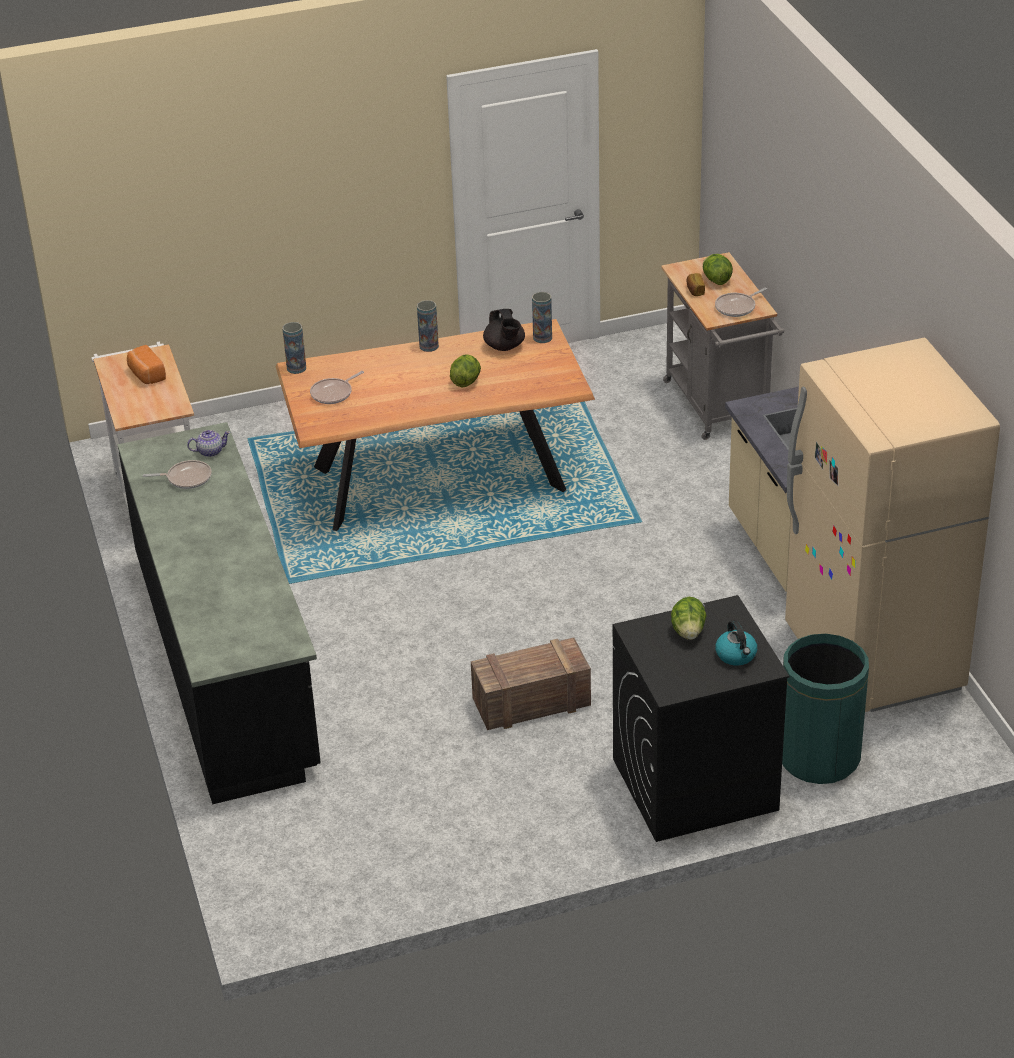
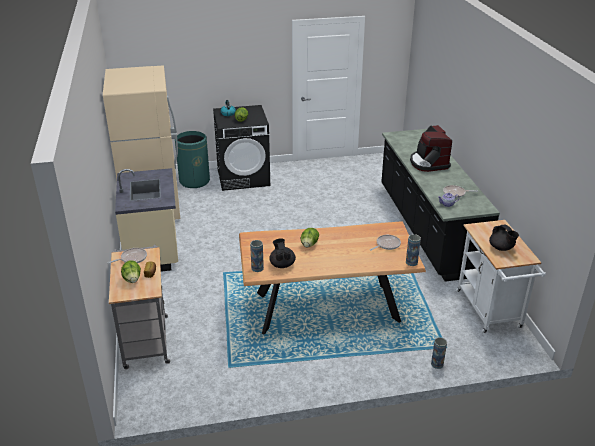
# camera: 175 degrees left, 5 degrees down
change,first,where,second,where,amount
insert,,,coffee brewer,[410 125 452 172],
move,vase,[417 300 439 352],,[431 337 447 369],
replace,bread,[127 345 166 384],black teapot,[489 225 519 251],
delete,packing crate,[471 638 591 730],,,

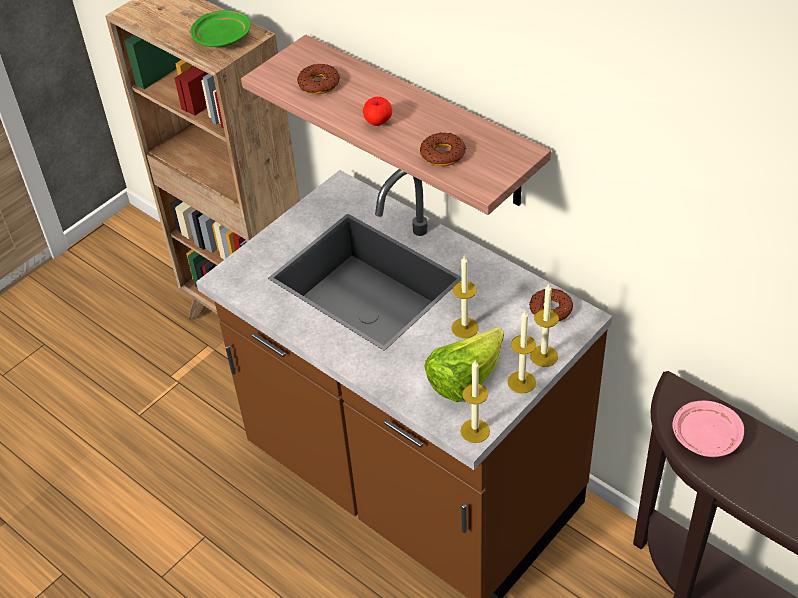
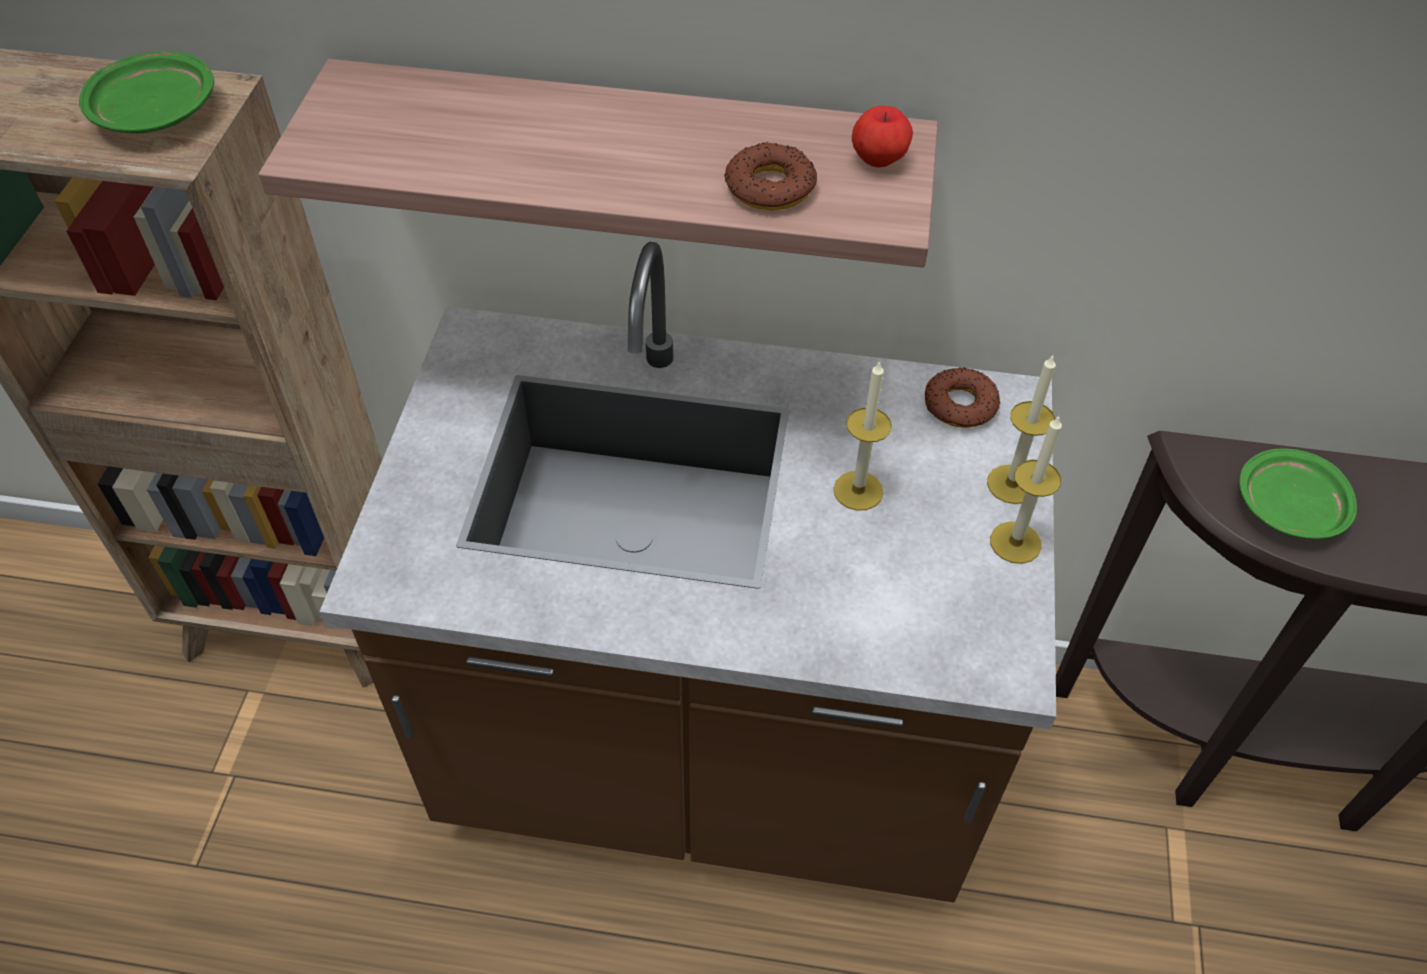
# camera: 35 degrees left, 5 degrees up
change,first,where,second,where,amount
move,apple fruit,[363 97 392 126],,[852 106 913 168],
recolor,pink-coloured flat dish,[672 401 744 457],green flat dish,[1239 449 1357 539],
delete,donut,[297 64 340 94],,,
delete,head of lettuce,[425 327 504 402],,,
delete,wax candle,[460 361 490 443],,,

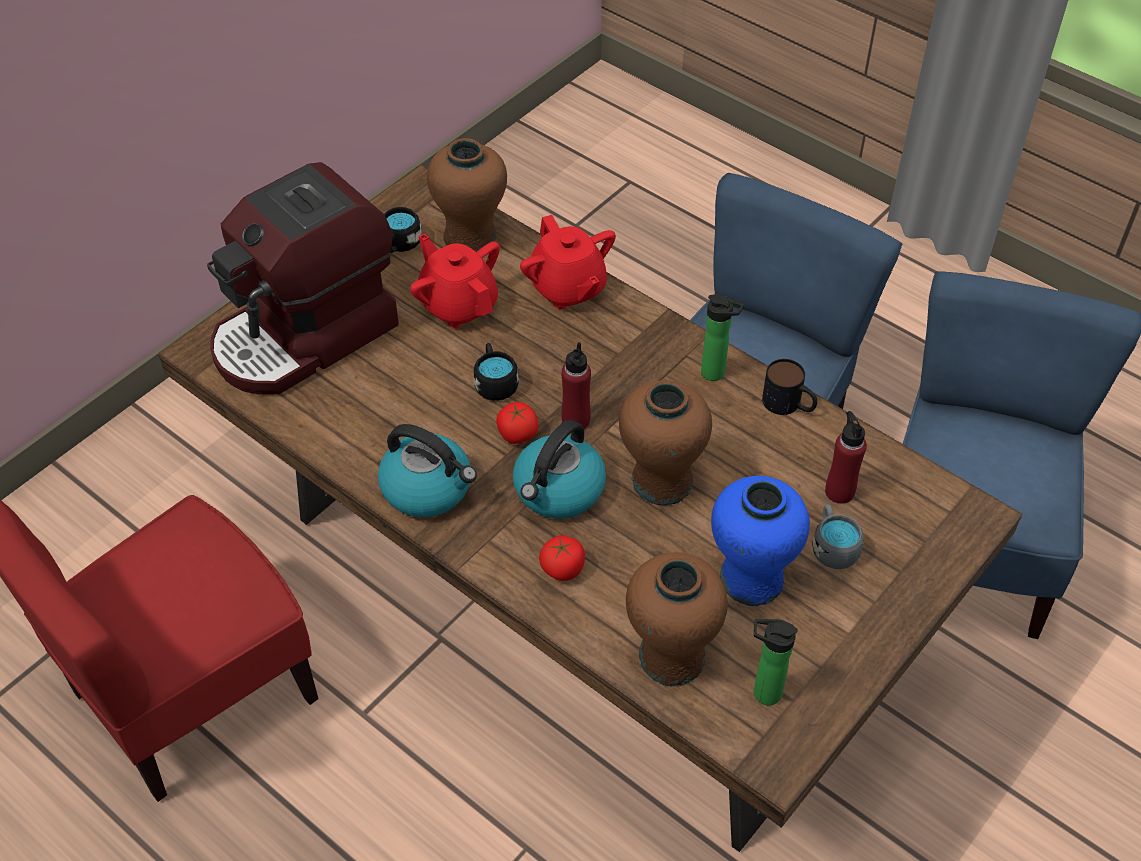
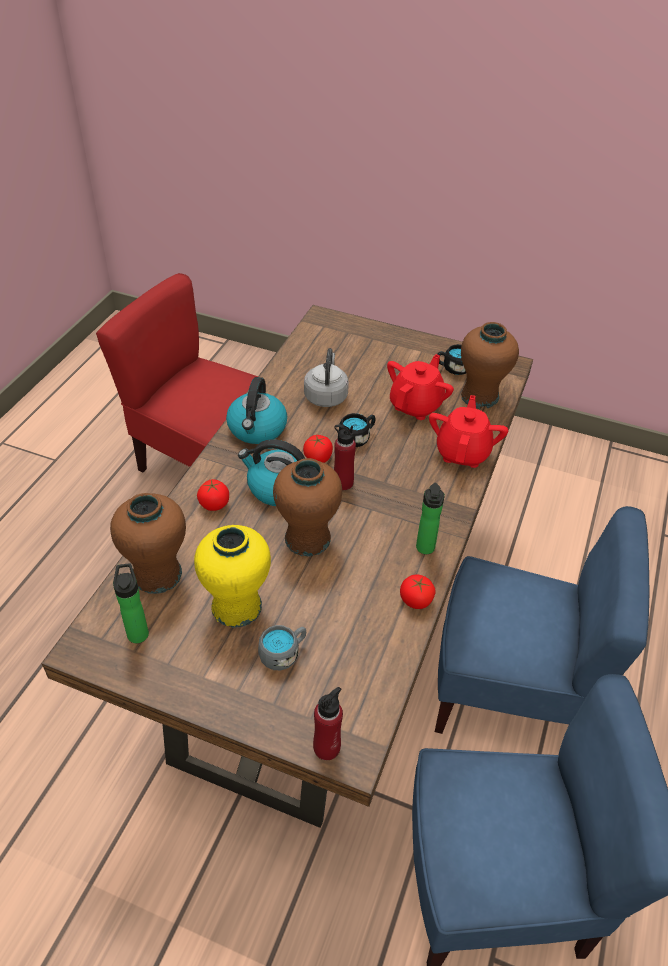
# camera: 70 degrees right, 5 degrees down
change,first,where,second,where,amount
recolor,blue vase,[711 476 810 606],yellowish vase,[194 525 271 628],
insert,,,grey kettle,[304 348 349 407],
move,reddish bottle,[825 411 867 504],,[313 687 343 760],
replace,coffee mug,[762 359 817 415],whole tomato,[400 574 436 609],
rotate,reddish teapot,[520 215 616 309],,[429 395 508 468],150 degrees clockwise
delete,coffee brewer,[207 162 399 395],,,

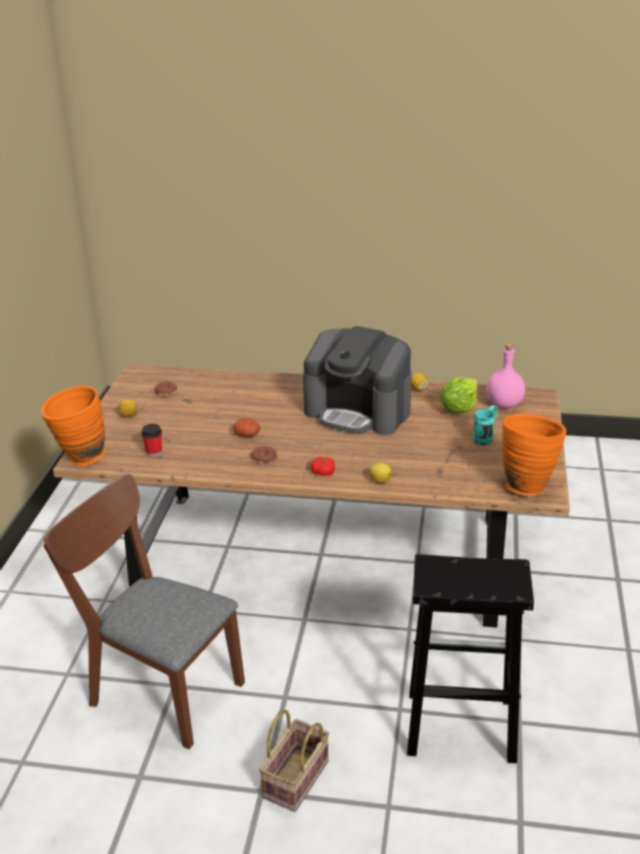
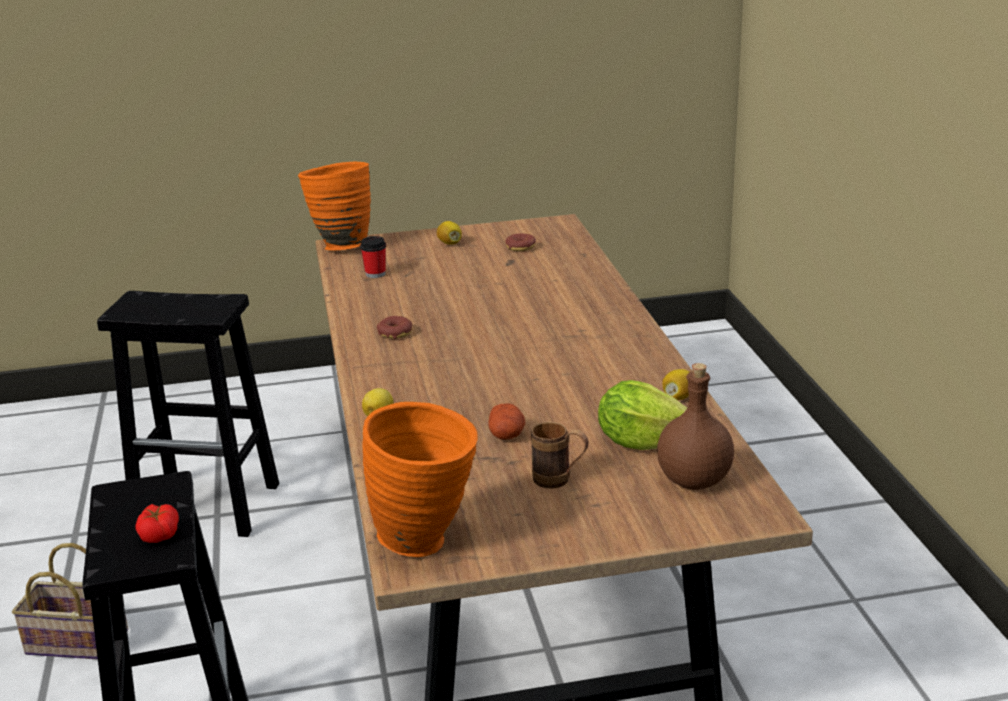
# camera: 70 degrees right, 5 degrees down
change,first,where,second,where,amount
replace,brownish upright chair,[43 474 245 749],black sitting stool,[97 291 279 537],
move,whole tomato,[311 456 335 476],,[136 504 179 543],
move,spud,[234 418 260 437],,[489 403 525 440],
recolor,turquoise-coloured coffee mug,[473 405 498 445],brownish coffee mug,[531 422 588 489],
recolor,pink-coloured bottle,[486 344 525 408],brownish bottle,[657 363 734 490],
delete,coffee brewer,[303 326 412 435],,,

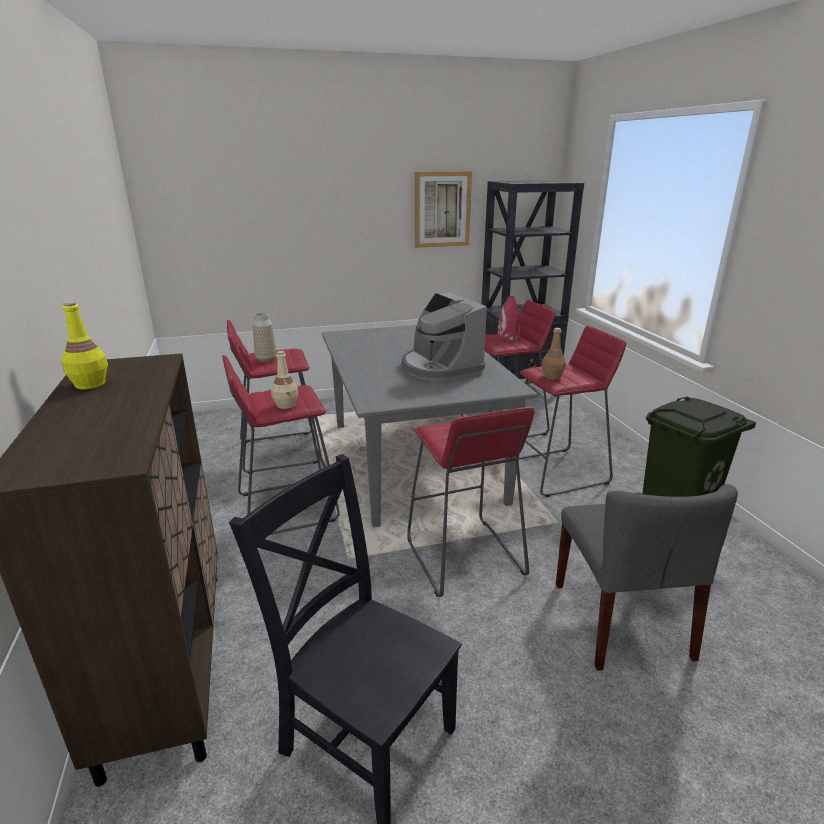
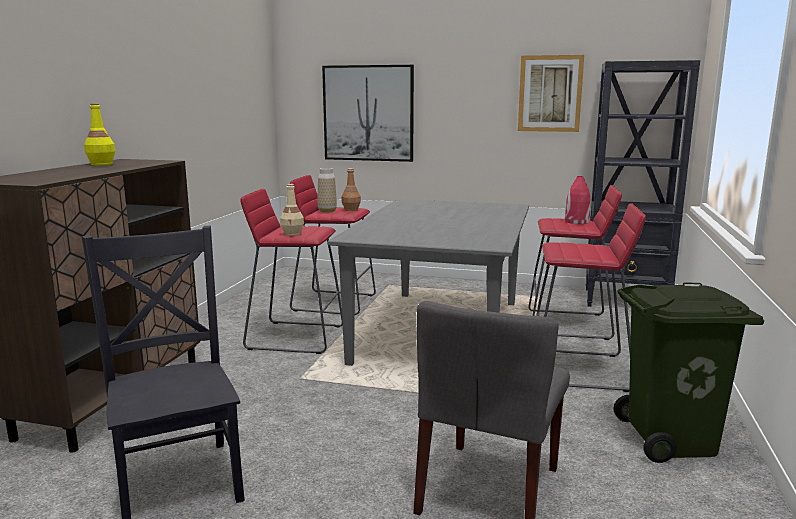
# camera: 30 degrees right, 10 degrees down
change,first,where,second,where,amount
insert,,,picture,[322 65 414 162],
move,brownish bottle,[542 328 566 379],,[341 168 361 211],
delete,coffee brewer,[402 293 487 381],,,
delete,reddish sitting stool,[407 407 534 597],,,

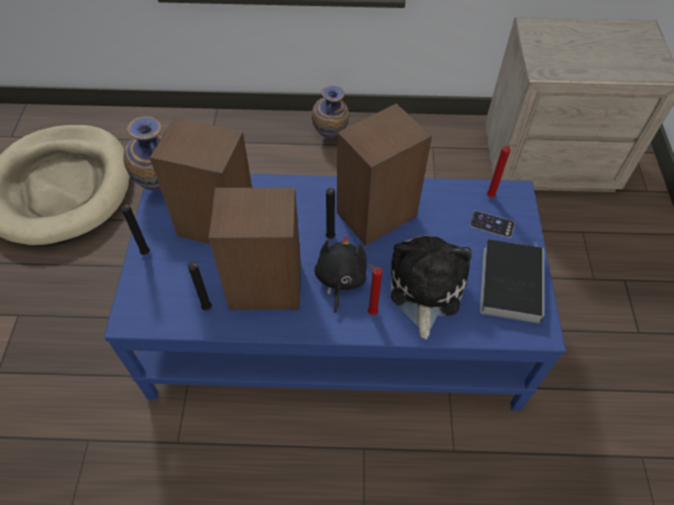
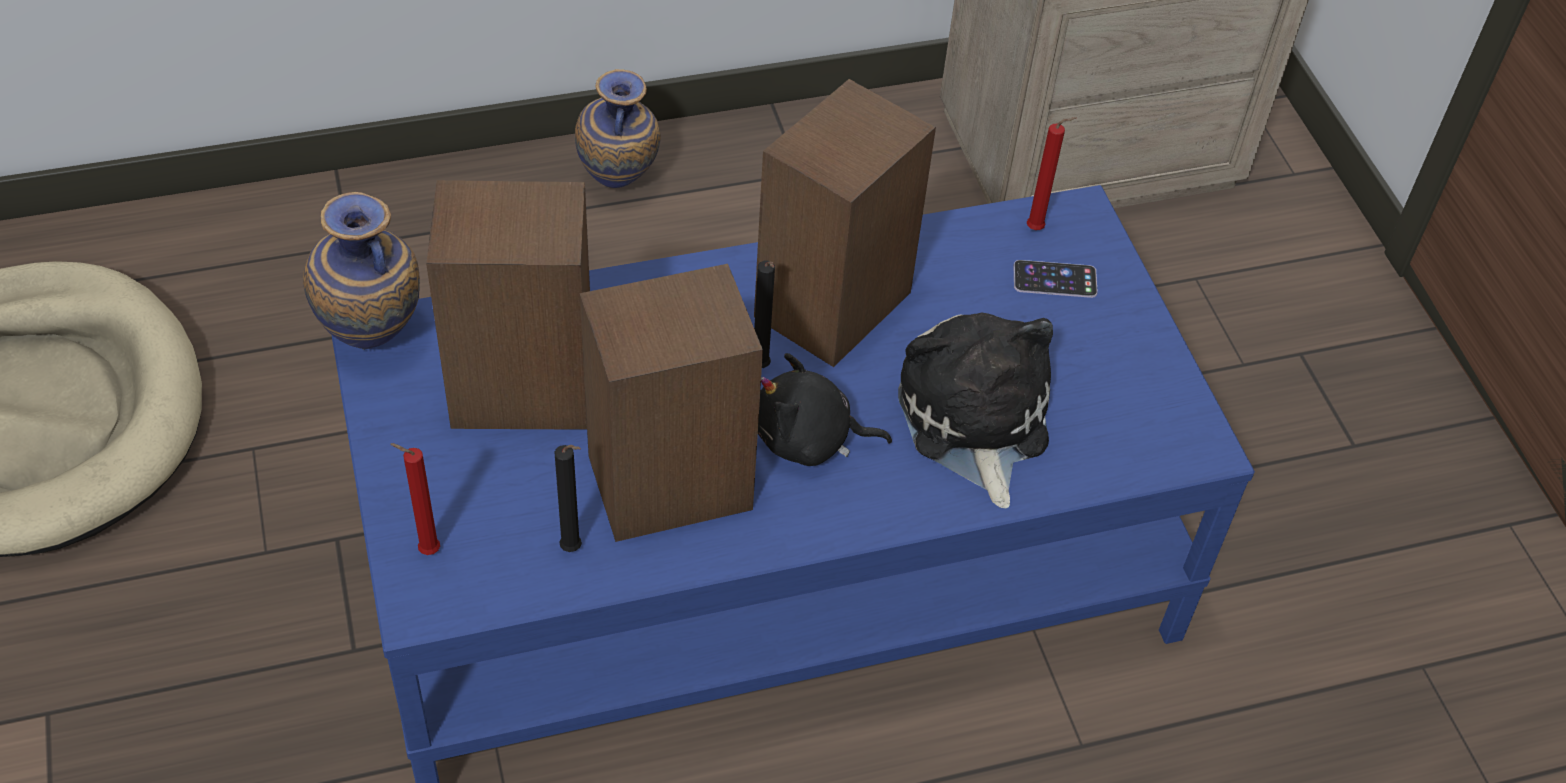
# camera: 20 degrees left, 5 degrees down
change,first,where,second,where,amount
move,reddish wax candle,[368 264 382 315],,[391 443 440 555],
rotate,black soft toy,[314 235 367 313],,[758 353 892 466],75 degrees counterclockwise
delete,black wax candle,[121 204 150 255],,,
delete,book,[480 239 544 324],,,

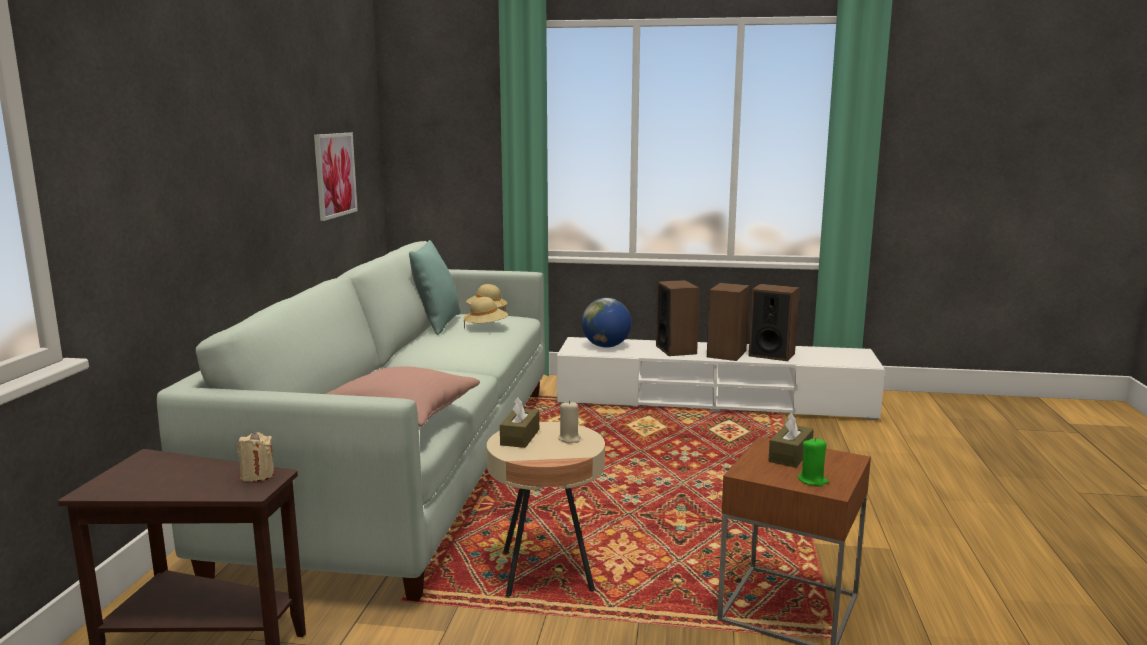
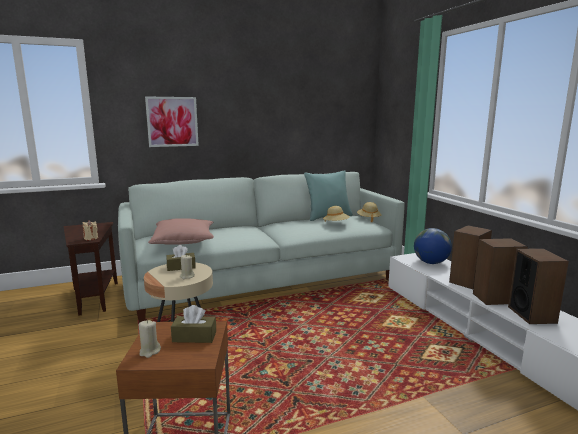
# camera: 60 degrees right, 0 degrees up
change,first,where,second,where,amount
recolor,green wax candle,[798 438 829 486],sand-coloured wax candle,[139 320 161 358],
move,picture,[314 133 358 221],,[145 96 199 147],

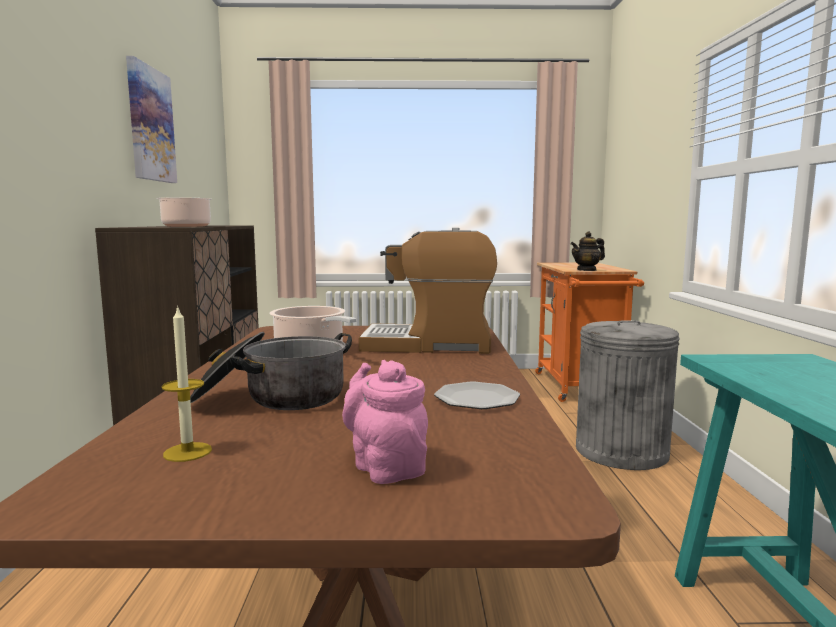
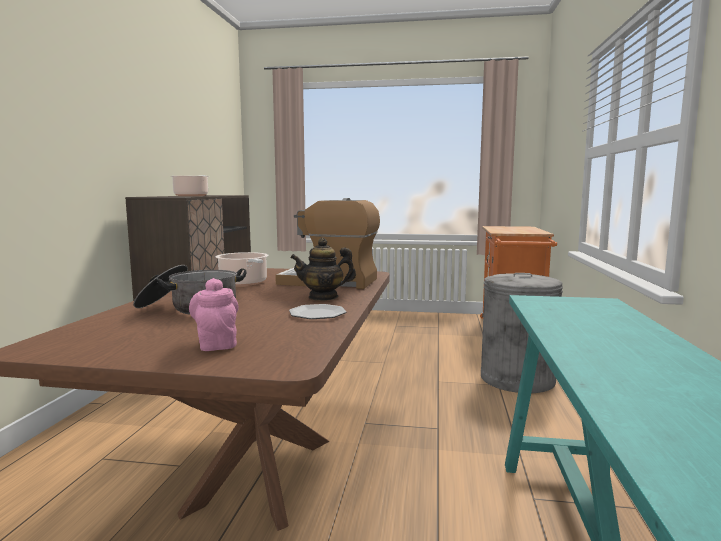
# camera: 10 degrees right, 0 degrees up
change,first,where,second,where,amount
move,teapot,[570 232 605 271],,[290 238 356 301],
delete,picture,[126 56 177 183],,,
delete,wax candle,[162 305 212 462],,,

